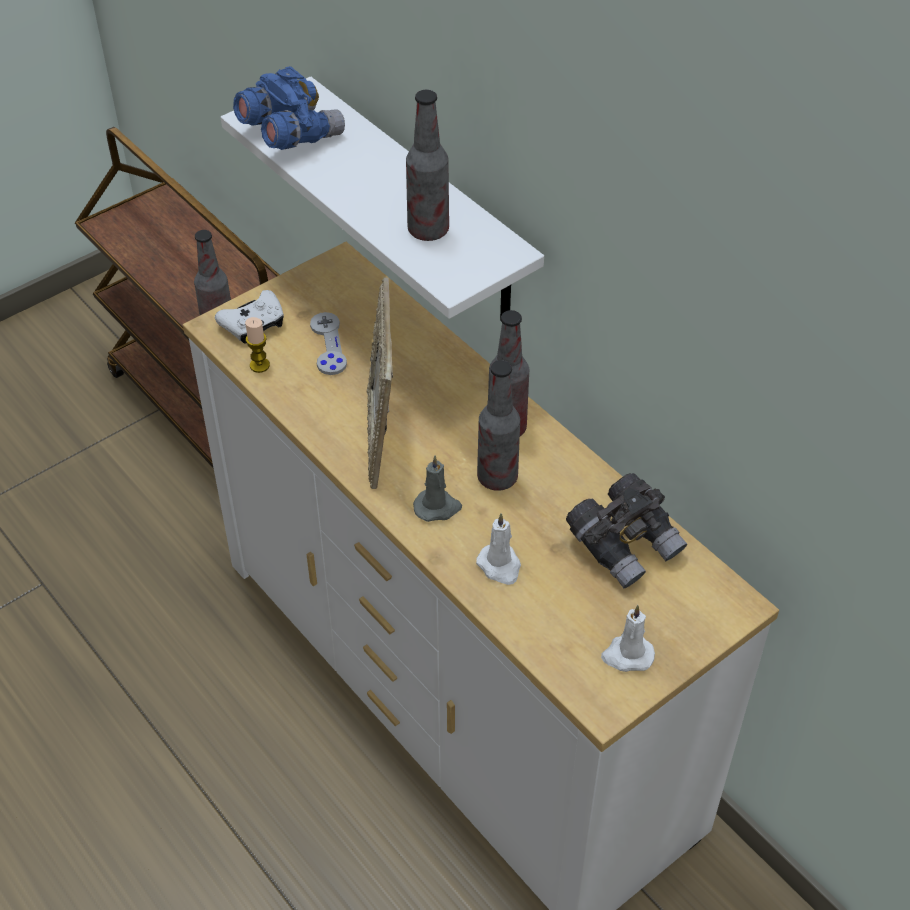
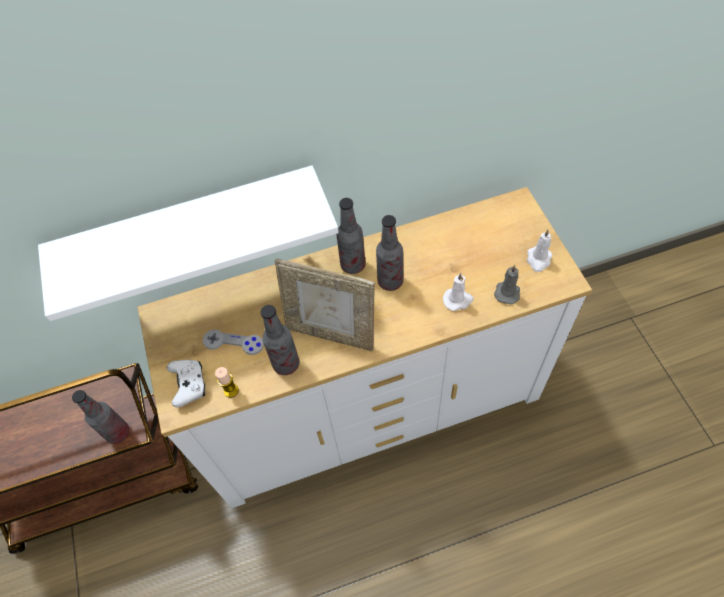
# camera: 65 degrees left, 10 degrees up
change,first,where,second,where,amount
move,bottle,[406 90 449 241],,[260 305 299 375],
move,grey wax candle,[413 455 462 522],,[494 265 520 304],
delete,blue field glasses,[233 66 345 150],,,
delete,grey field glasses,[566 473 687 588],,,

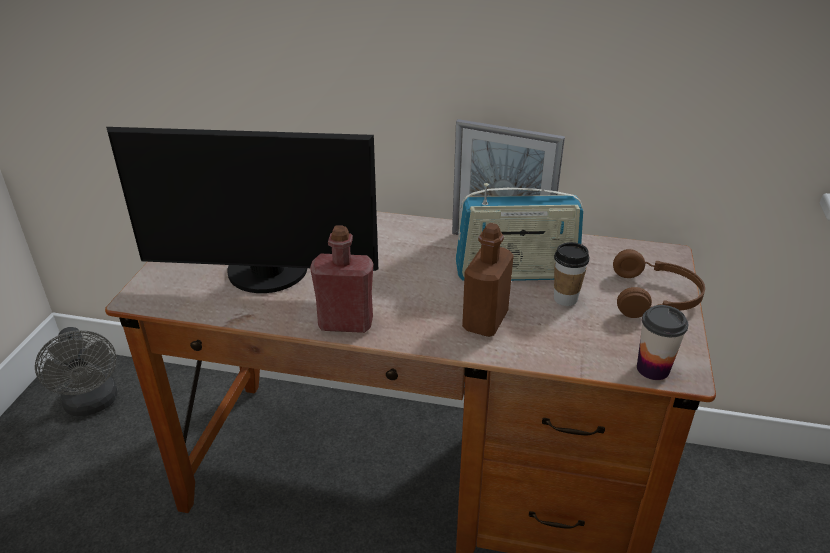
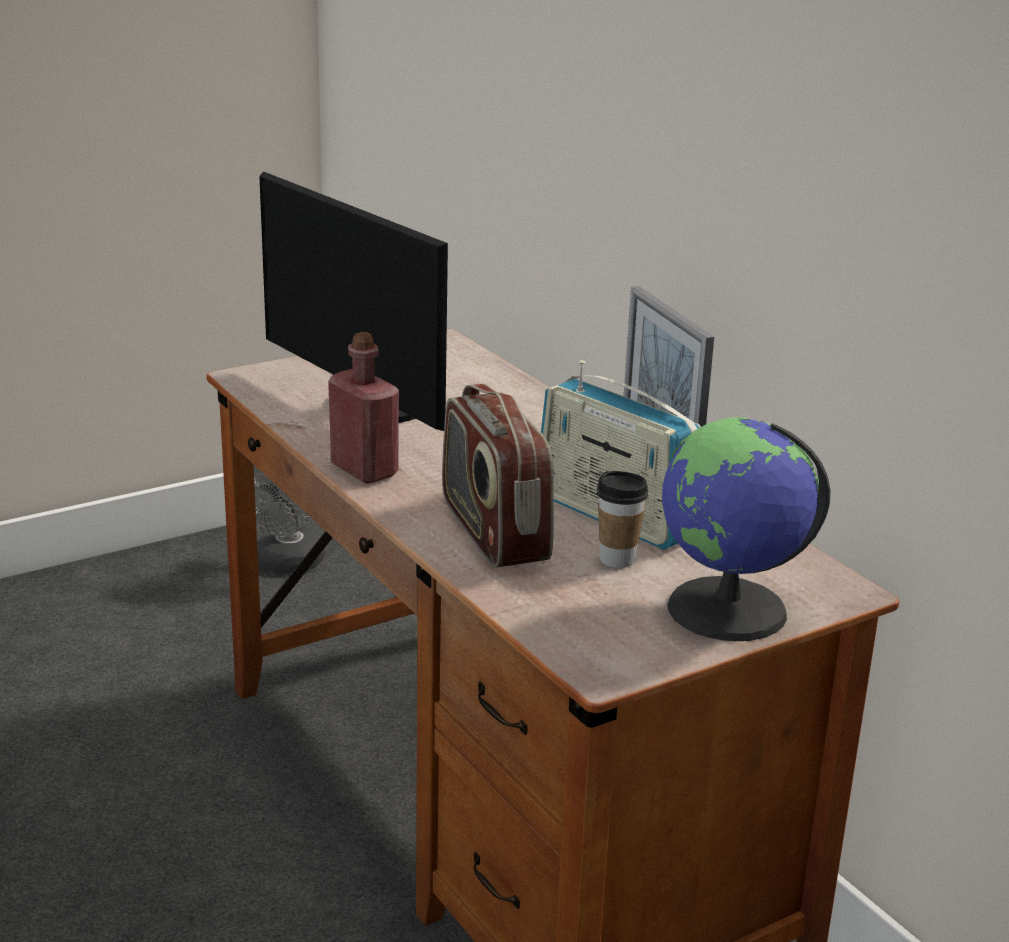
# camera: 45 degrees right, 10 degrees down
change,first,where,second,where,amount
replace,brownish bottle,[462 223 514 337],radio set,[442 384 554 568],
replace,brownish headset,[613 249 705 318],world globe,[662 417 830 641],
delete,small cup,[637 305 688 380],,,

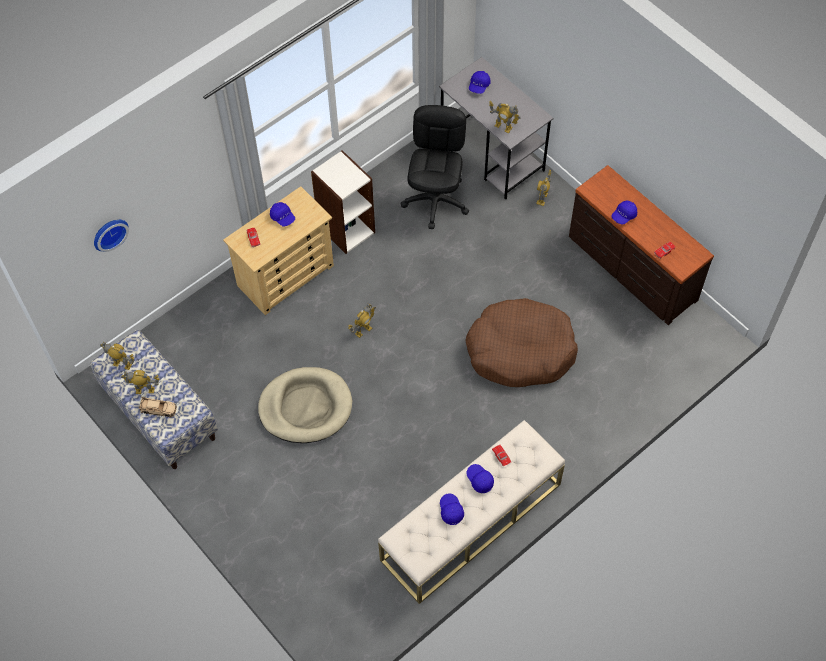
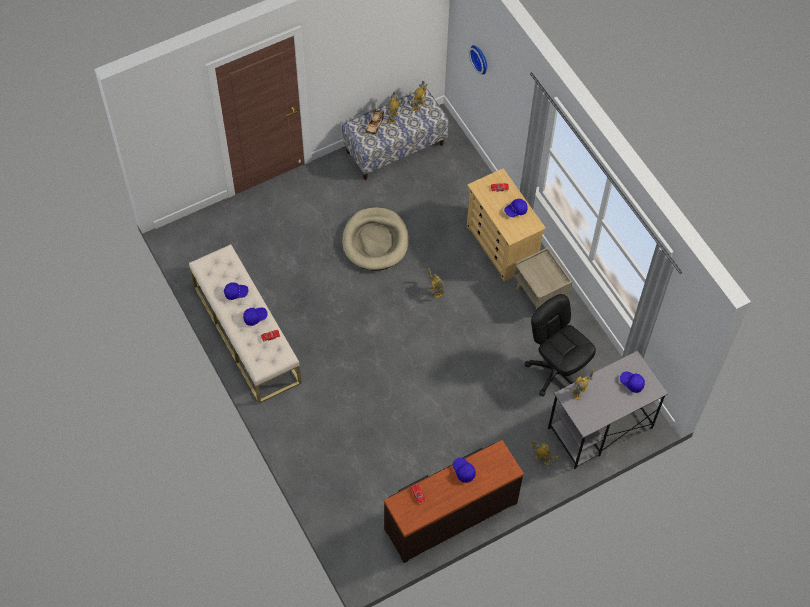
# camera: 100 degrees right, 0 degrees up
change,first,where,second,where,amount
replace,bookcase,[311 150 375 254],sand-coloured nightstand,[514 247 572 310],
rotate,black desk chair,[400 105 469 229],,[525 294 596 397],150 degrees counterclockwise
delete,brownish pet bed,[465 298 578 387],,,

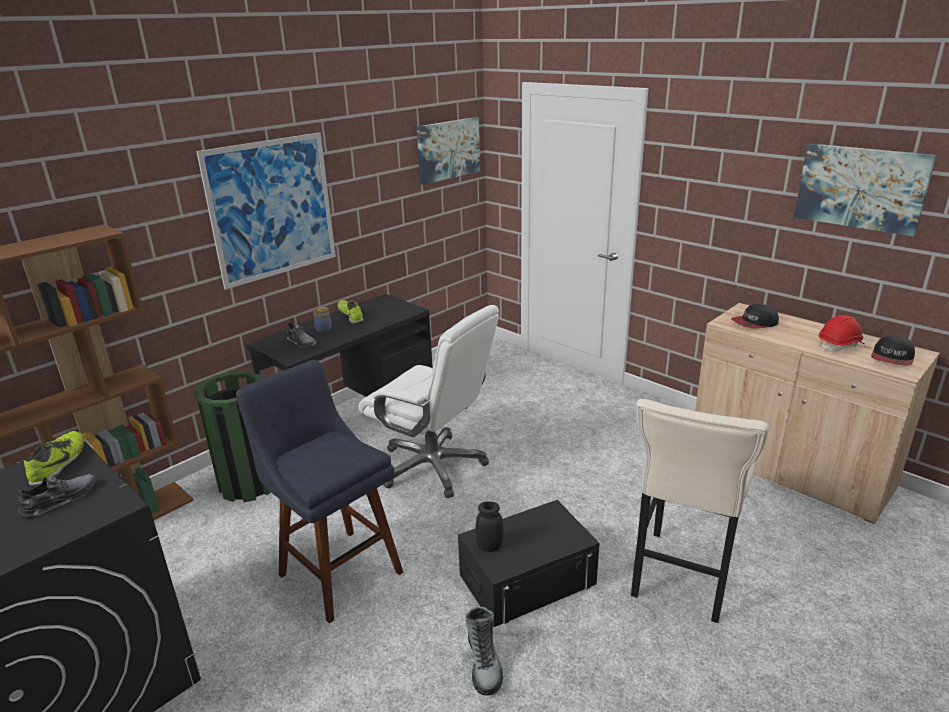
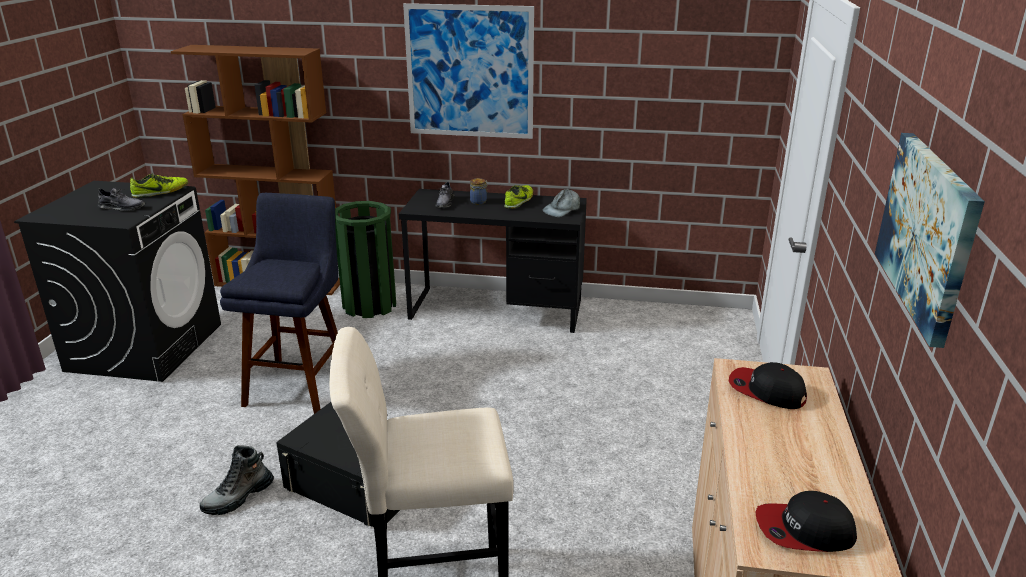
# camera: 55 degrees right, 0 degrees up
change,first,where,second,where,amount
insert,,,grey baseball cap,[543 189 580 217],
delete,white desk chair,[358 305 499 498],,,
delete,picture,[417 117 480 185],,,
delete,black storage jar,[475 502 503 552],,,
delete,reddish safety helmet,[819 315 864 352],,,

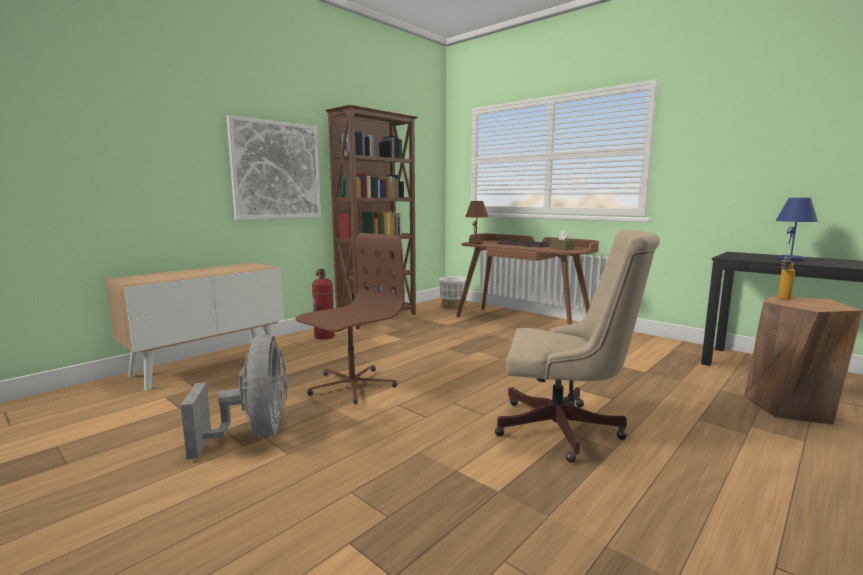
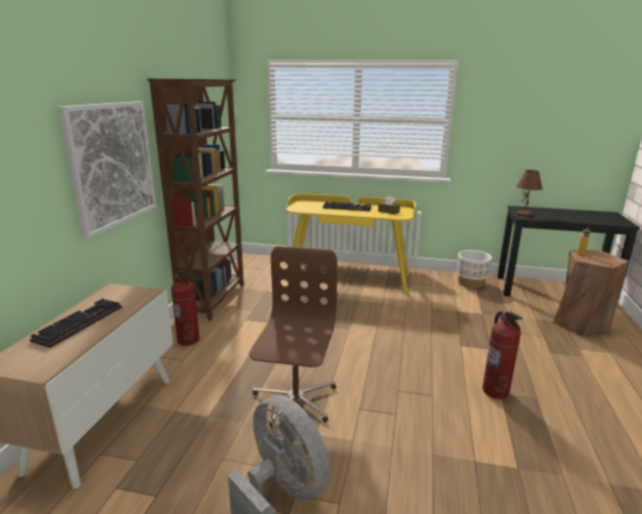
# camera: 30 degrees left, 10 degrees up
change,first,where,second,where,amount
insert,,,PC keyboard,[30 298 122 348],
recolor,brownish desk table,[456 233 599 325],yellowish desk table,[285 193 416 293],
move,white plant pot,[440 276 469 309],,[457 250 492 288],
replace,sand-coloured desk chair,[495 230 660 463],extinguisher,[482 311 523 399],
move,brownish lamp for a table,[465 201 488 244],,[516 170 543 216],
delete,blue lamp for a table,[775 198 818 261],,,

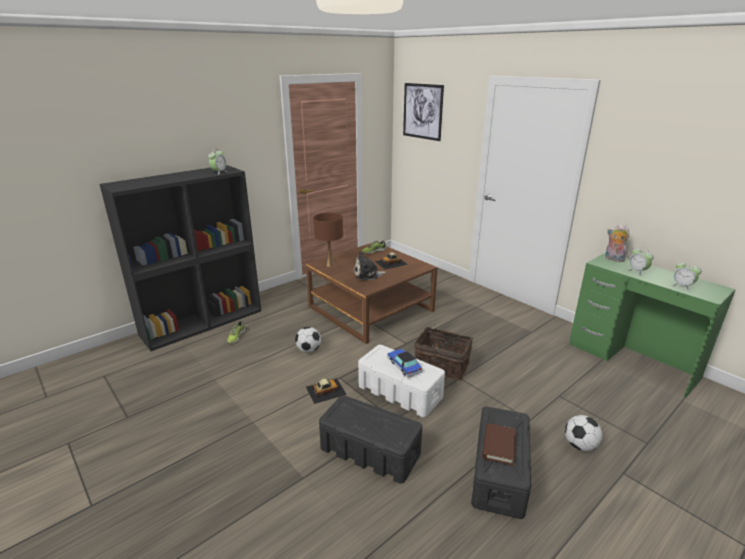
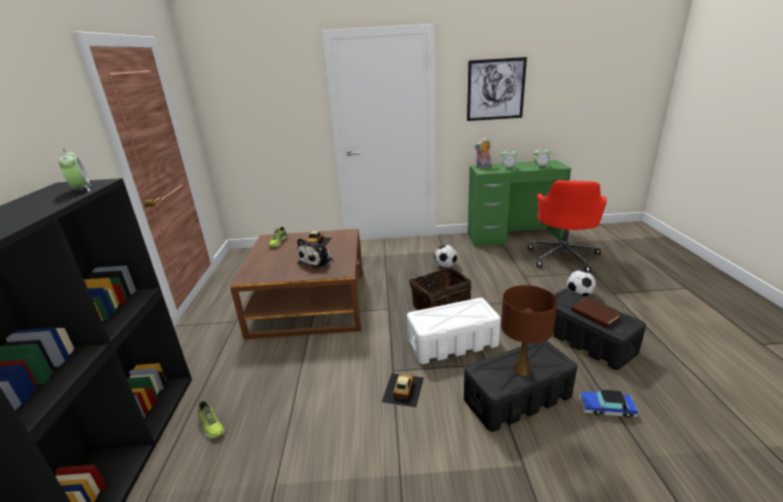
# camera: 50 degrees left, 0 degrees up
change,first,where,second,where,amount
move,football,[295 327 321 353],,[434 245 457 268],
move,picture,[403 83 444 141],,[467 57 527 121],
move,brownish lamp for a table,[313 213 343 267],,[501 285 558 376],
insert,,,reddish desk chair,[528 180 607 273],
move,toy car,[387 349 422 377],,[579 389 638 418],

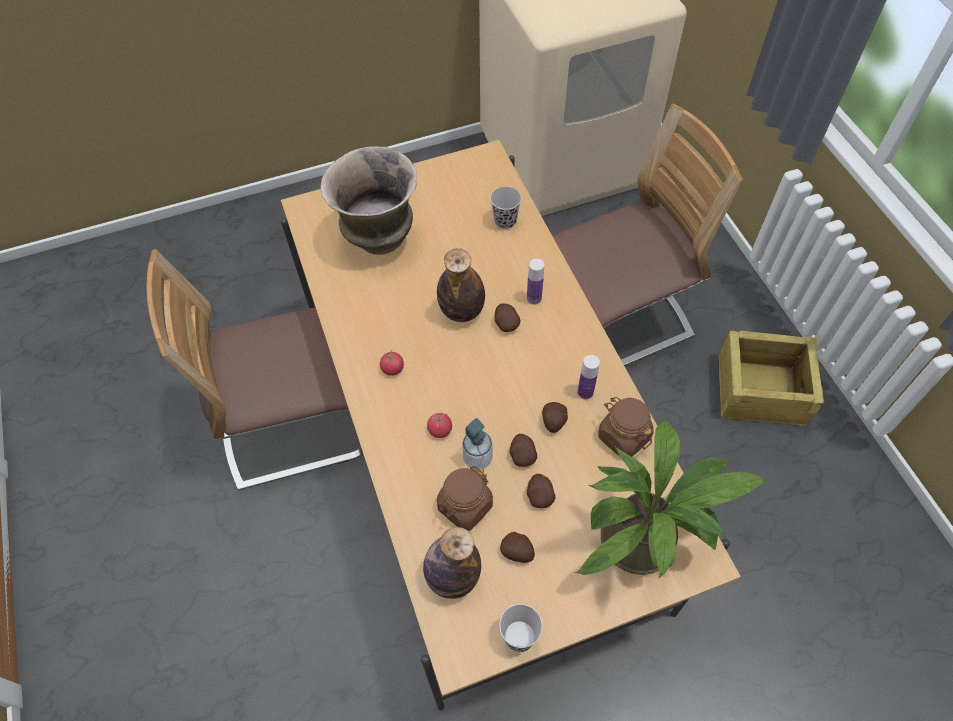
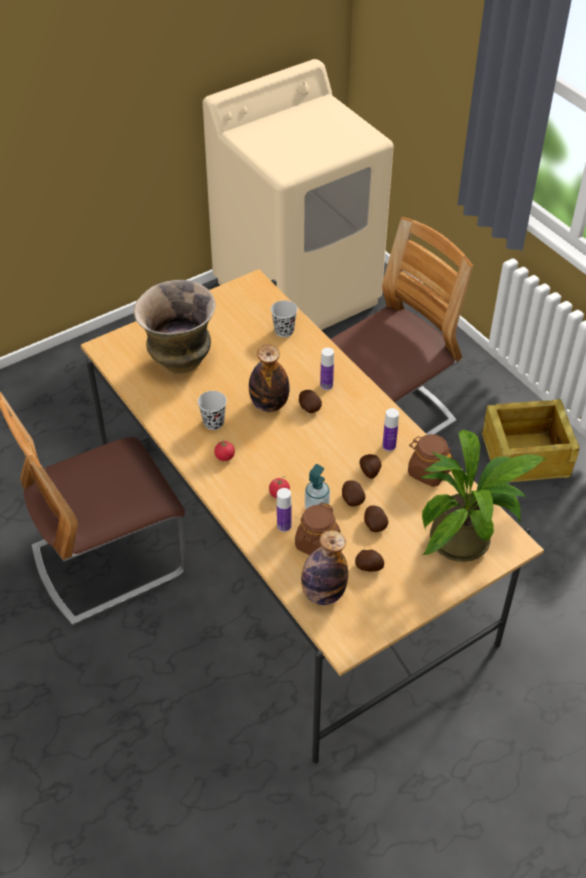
# camera: 15 degrees left, 10 degrees down
change,first,where,second,where,amount
move,black small cup,[499 604 543 652],,[198 391 227 430],
insert,,,bottle,[277 488 291 532],

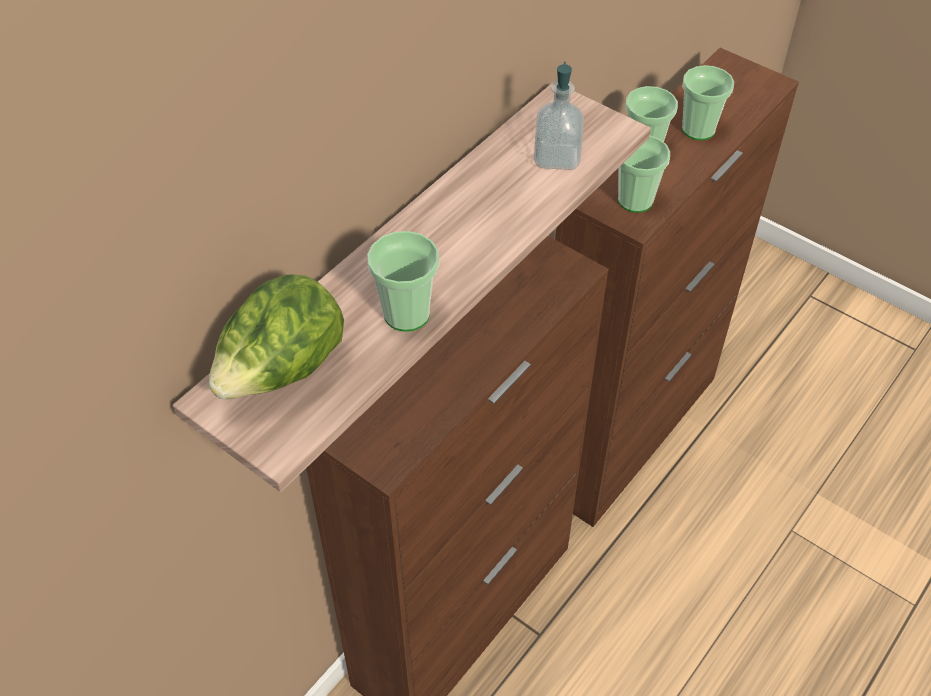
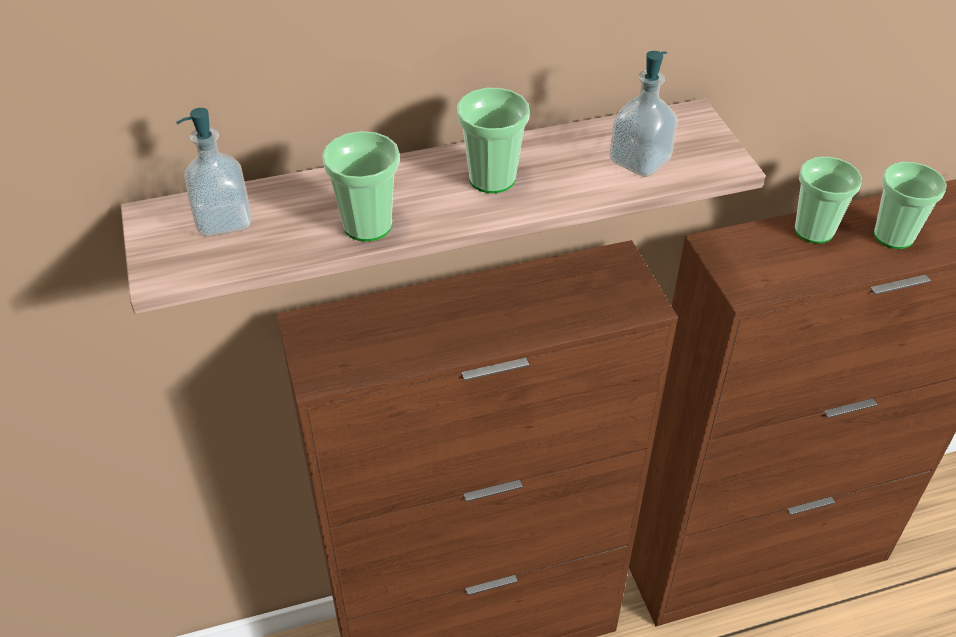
# camera: 35 degrees right, 5 degrees down
change,first,where,second,where,amount
replace,head of lettuce,[209 274 344 399],soap dispenser,[176 108 252 237],
move,small cup,[618 136 670 213],,[457 88 530 193],

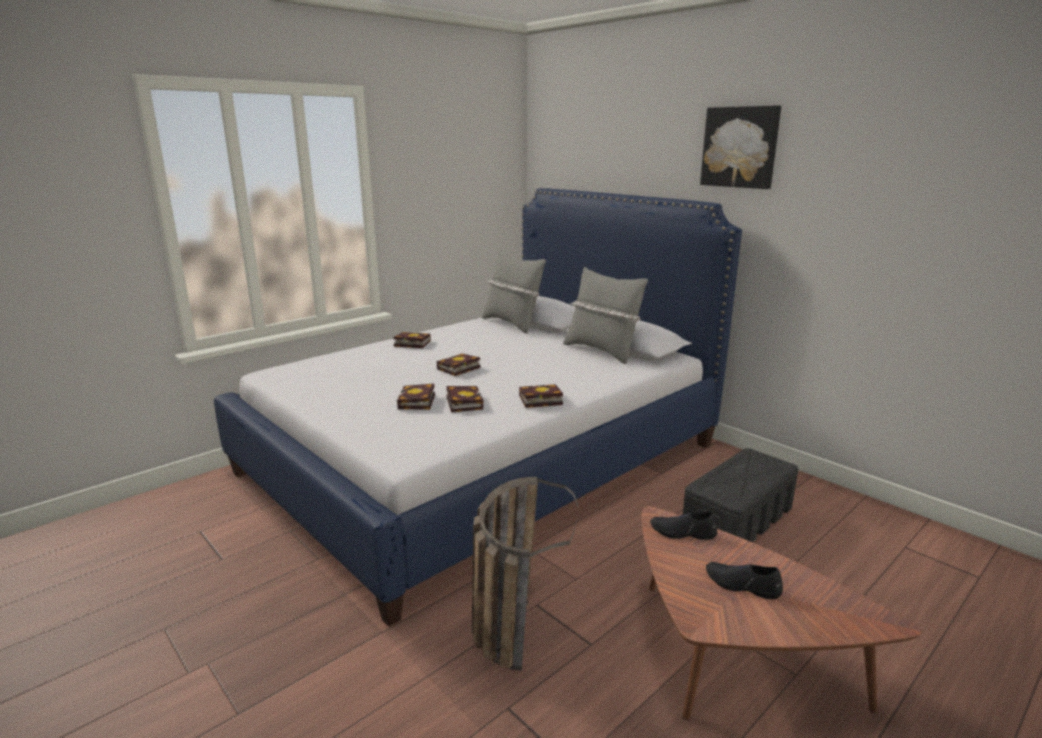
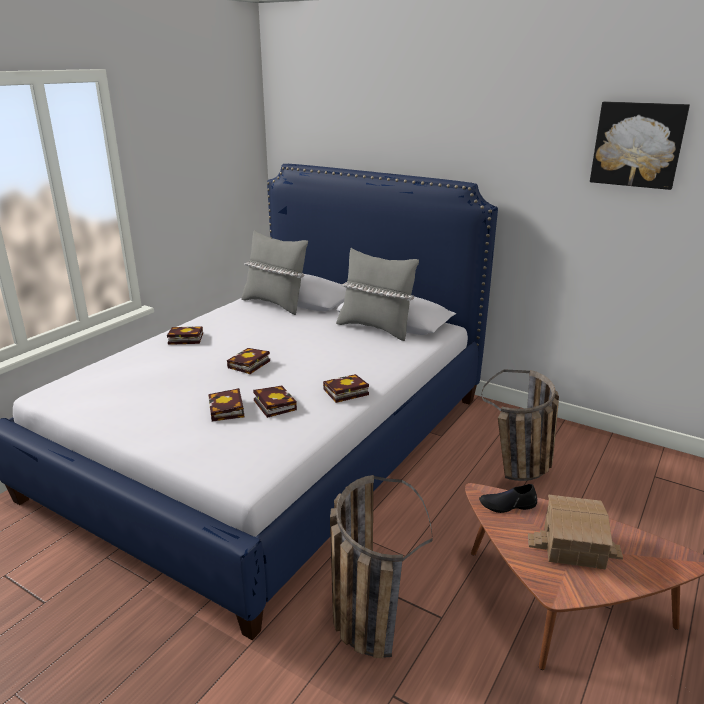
# camera: 15 degrees left, 5 degrees up
change,first,where,second,where,amount
replace,black storage bin,[683 448 798 542],storage basket,[481 369 559 481],
replace,black item of footwear,[706 562 783 599],model house,[528 495 623 569],
move,picture,[700 105 781 189],,[590 101 690 190],

